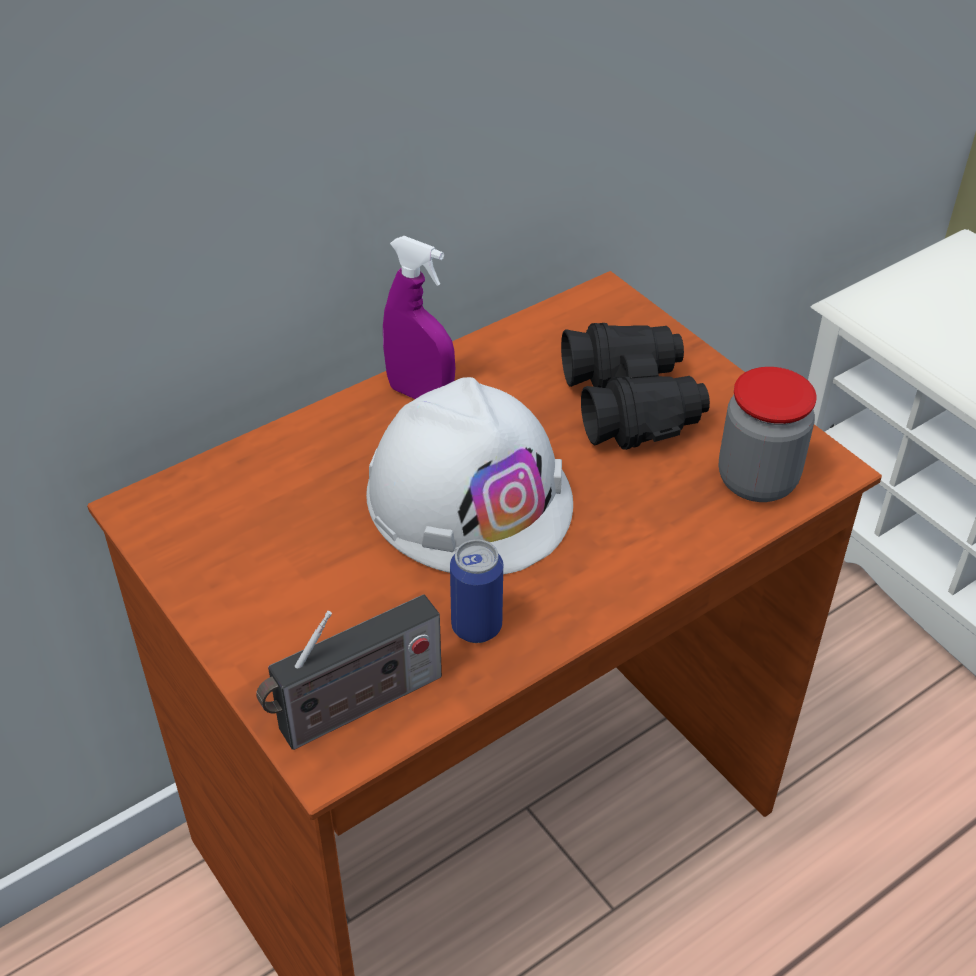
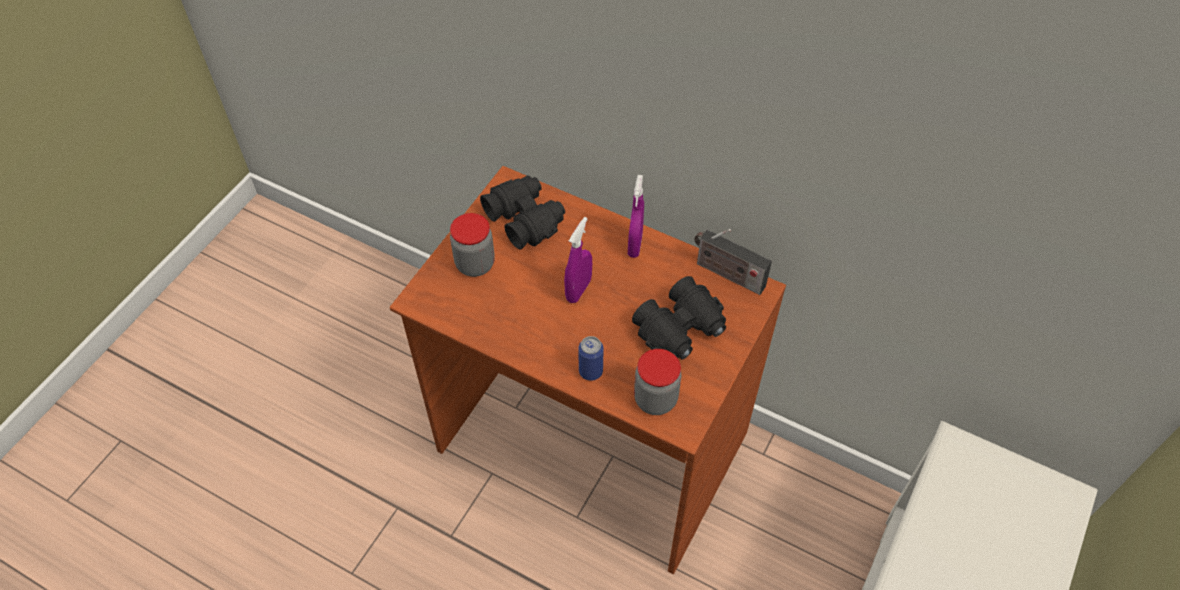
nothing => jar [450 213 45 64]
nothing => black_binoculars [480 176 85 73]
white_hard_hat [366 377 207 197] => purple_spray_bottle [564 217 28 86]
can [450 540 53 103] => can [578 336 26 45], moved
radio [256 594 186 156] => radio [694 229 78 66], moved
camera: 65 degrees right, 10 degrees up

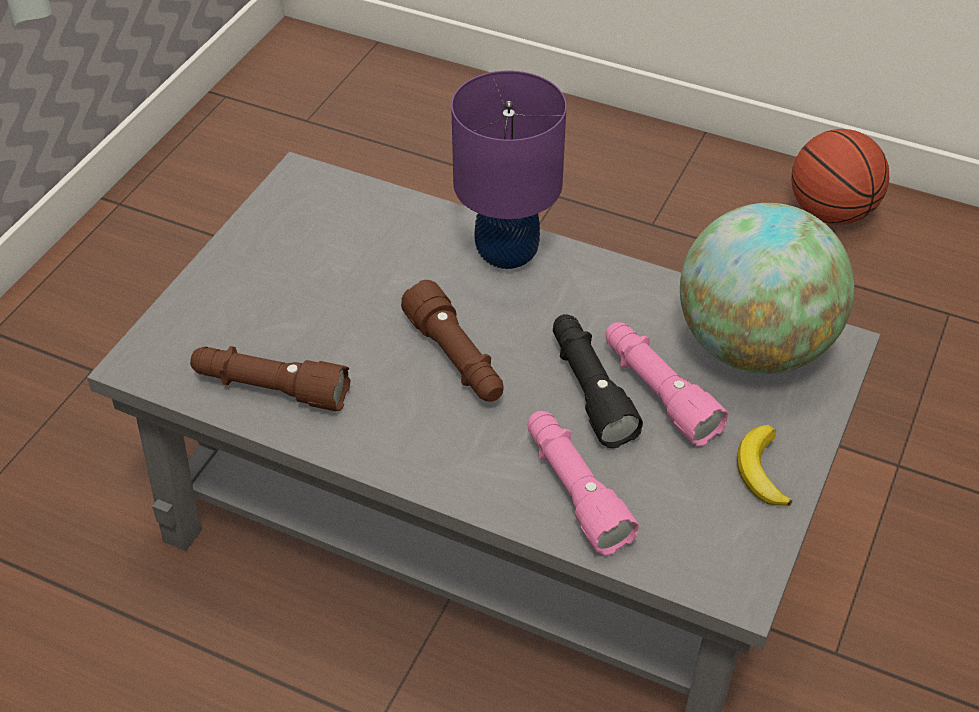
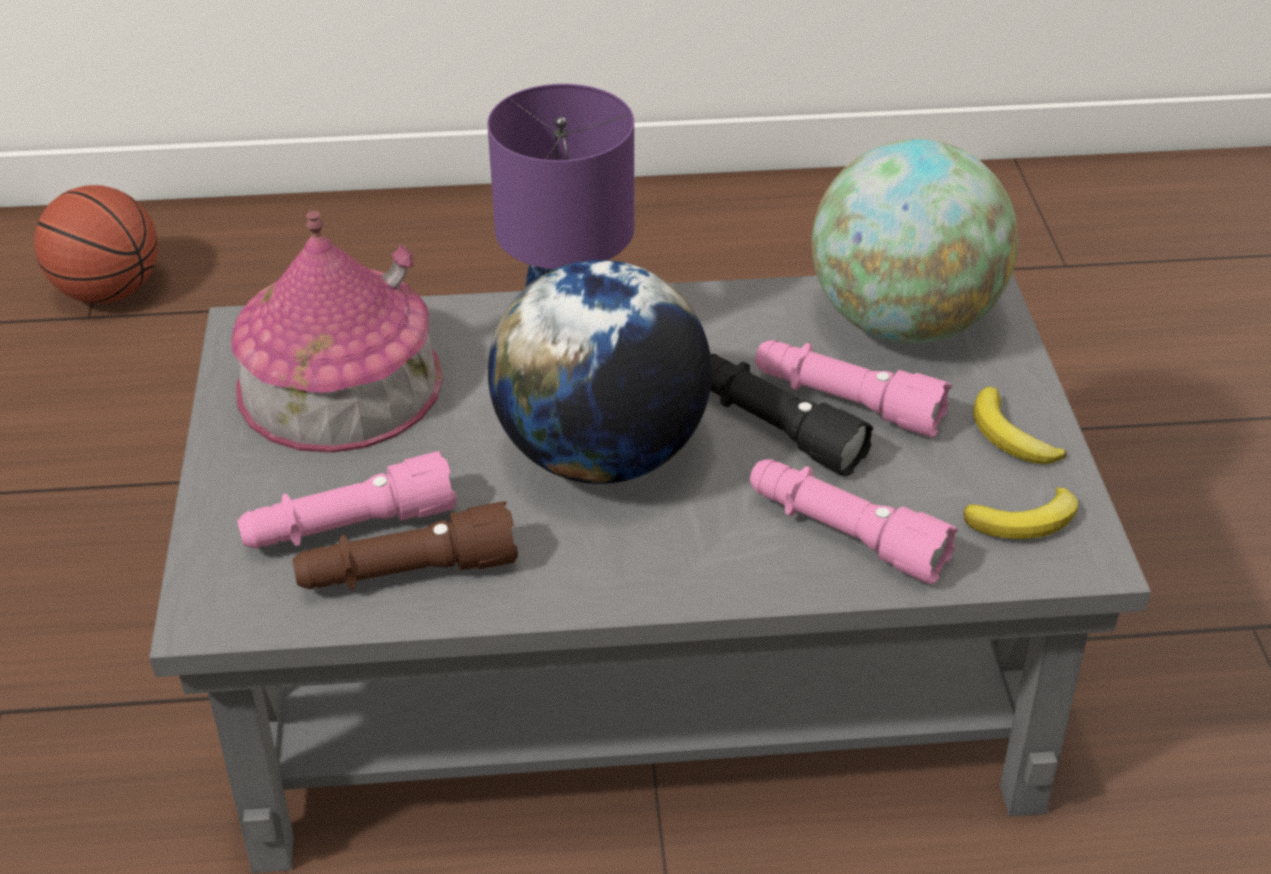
basketball [791 129 98 96] => basketball [34 185 124 119], moved
nothing => toy_house [231 211 212 242]
nothing => pink_flashlight [237 451 220 97]
brown_flashlight [401 280 103 122] => globe [488 260 224 224]
nothing => banana [964 487 114 52]
camera: 30 degrees left, 5 degrees down

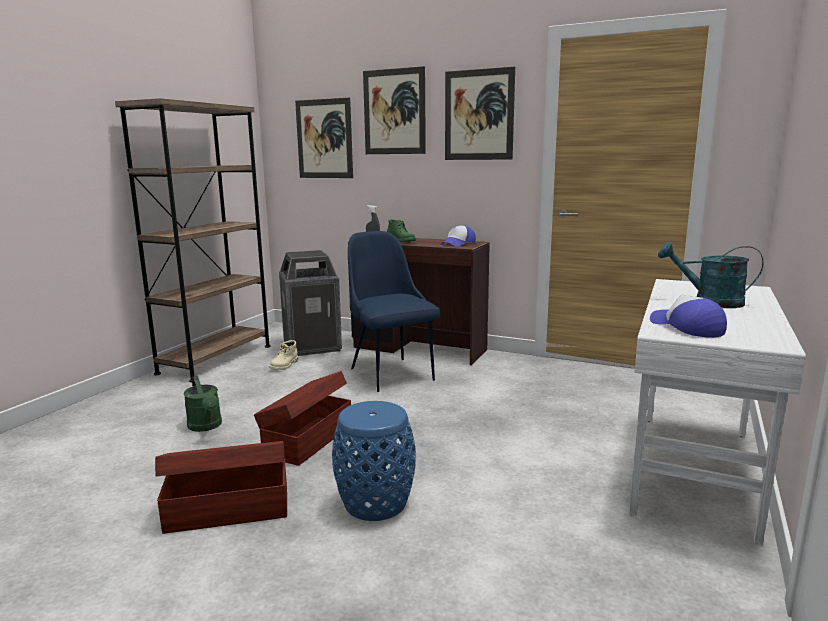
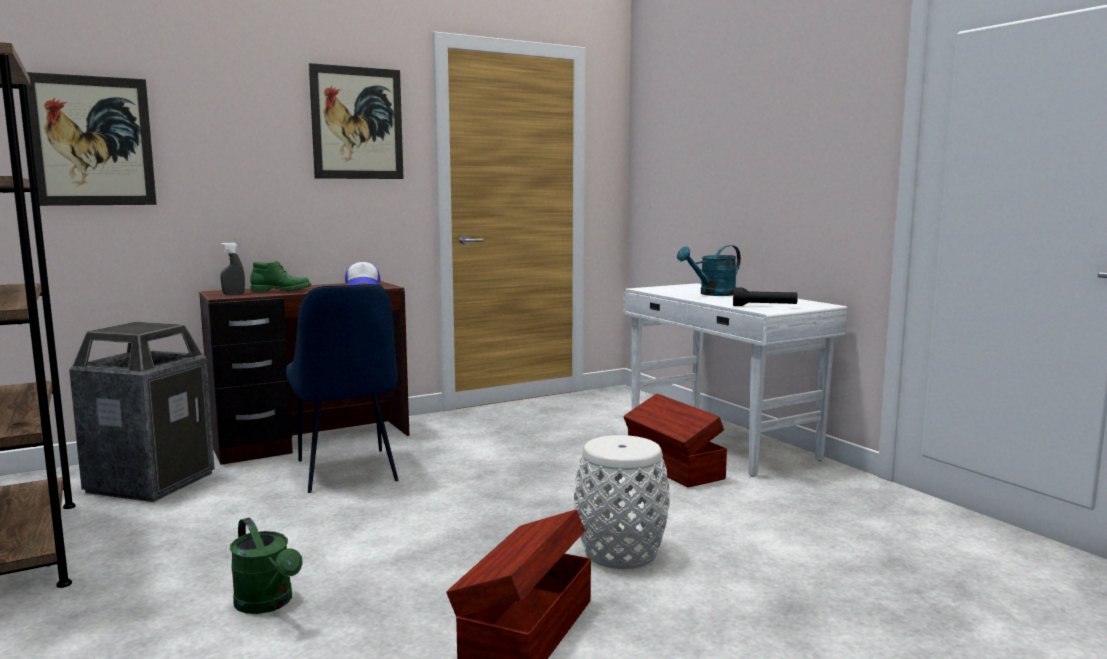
green_watering_can [183 376 39 56] => green_watering_can [230 518 72 96], 45 degrees clockwise
blue_chair [348 231 92 161] => blue_chair [286 284 112 209], 120 degrees counterclockwise
blue_stool [332 401 84 120] => white_stool [574 435 96 134]
brown_storage_box [254 371 97 95] => brown_storage_box [623 394 104 93], moved
cap [650 295 77 43] => black_flashlight [733 287 65 19]
beige_boot [269 340 29 30] => nothing
picture [363 66 63 88] => nothing
camera: 55 degrees left, 5 degrees down

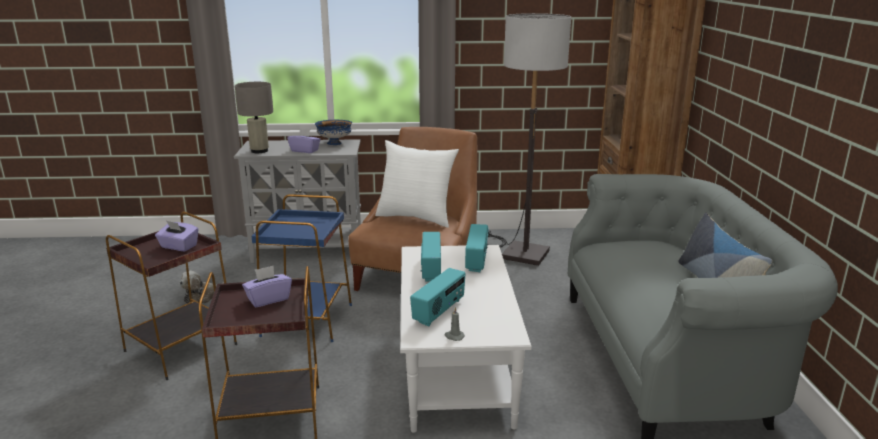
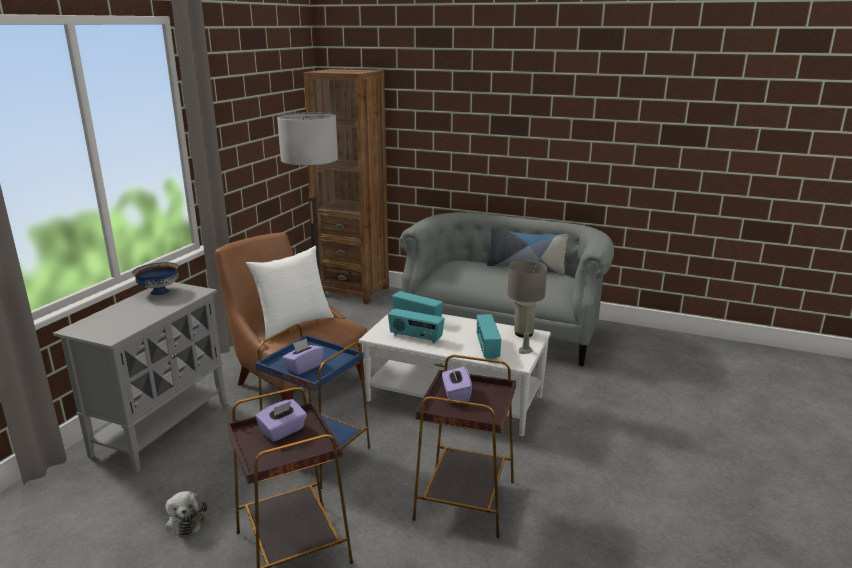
purple_tissue_box [287 128 34 25] => purple_tissue_box [282 338 42 37], moved
radio [410 268 56 59] => radio [477 314 24 45], 150 degrees counterclockwise
grey_table_lamp [235 82 38 71] => grey_table_lamp [508 260 39 78], moved
camera: 65 degrees left, 0 degrees up

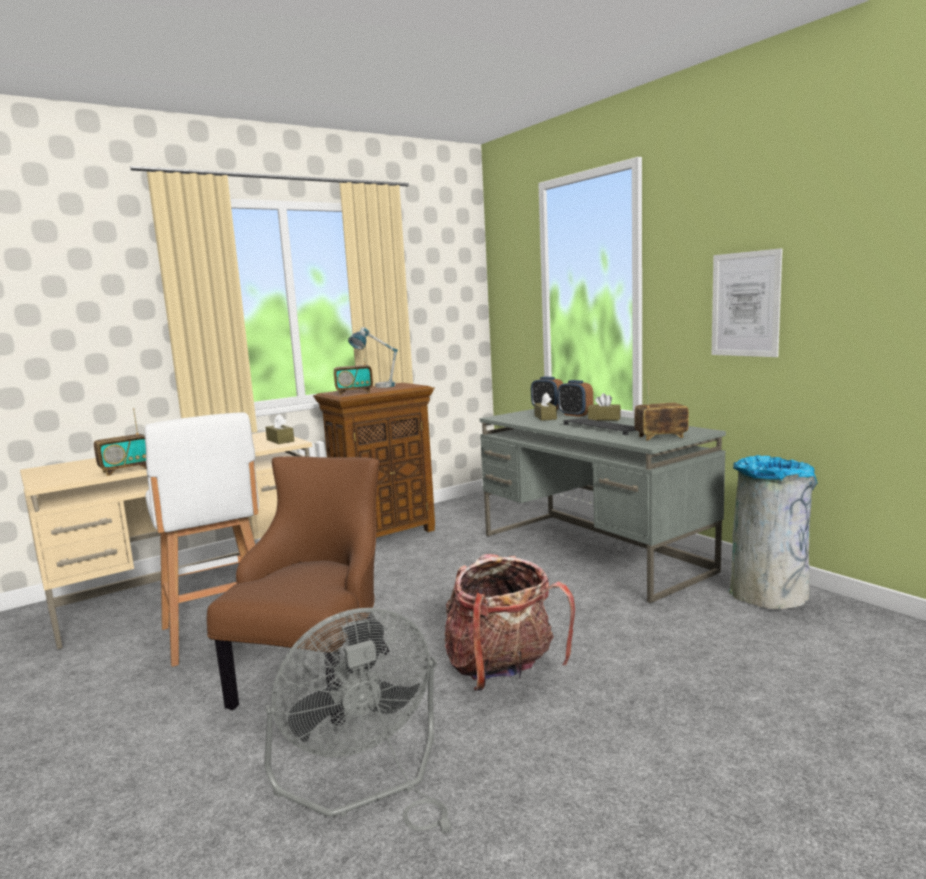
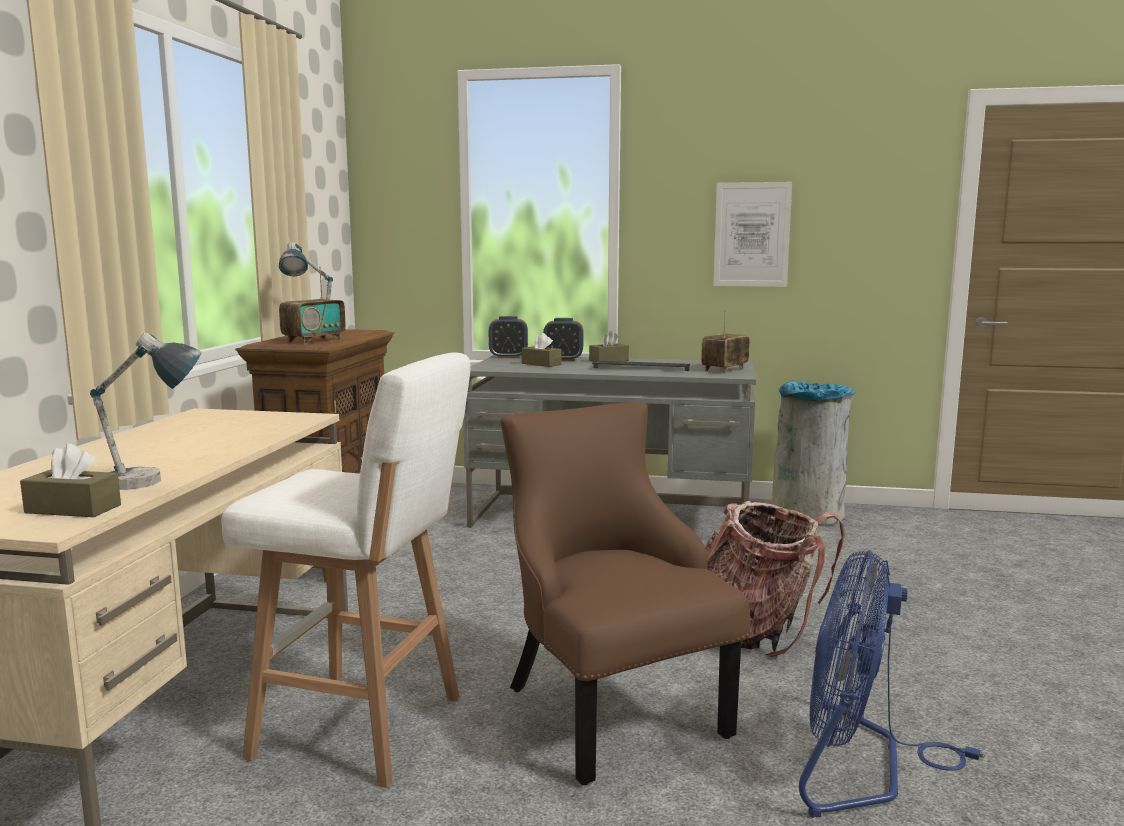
brown_tissue_box [265 414 29 30] => brown_tissue_box [20 444 101 73], moved
radio [94 408 53 68] => table_lamp [90 333 112 157]
grey_fan [264 608 188 226] => blue_fan [799 550 186 268]
camera: 45 degrees left, 0 degrees up

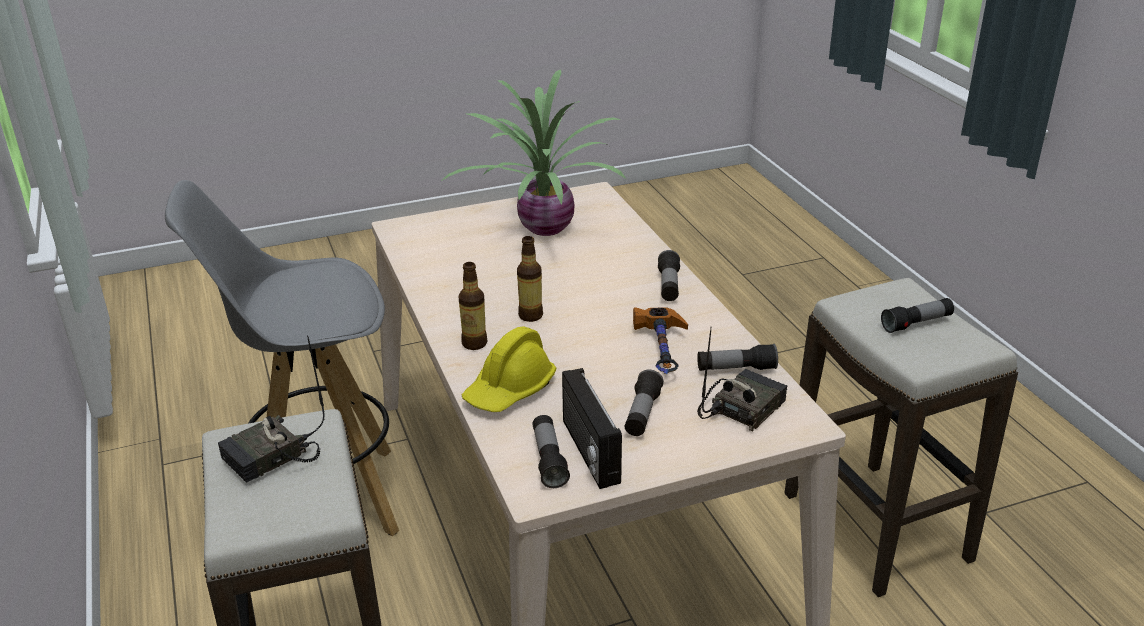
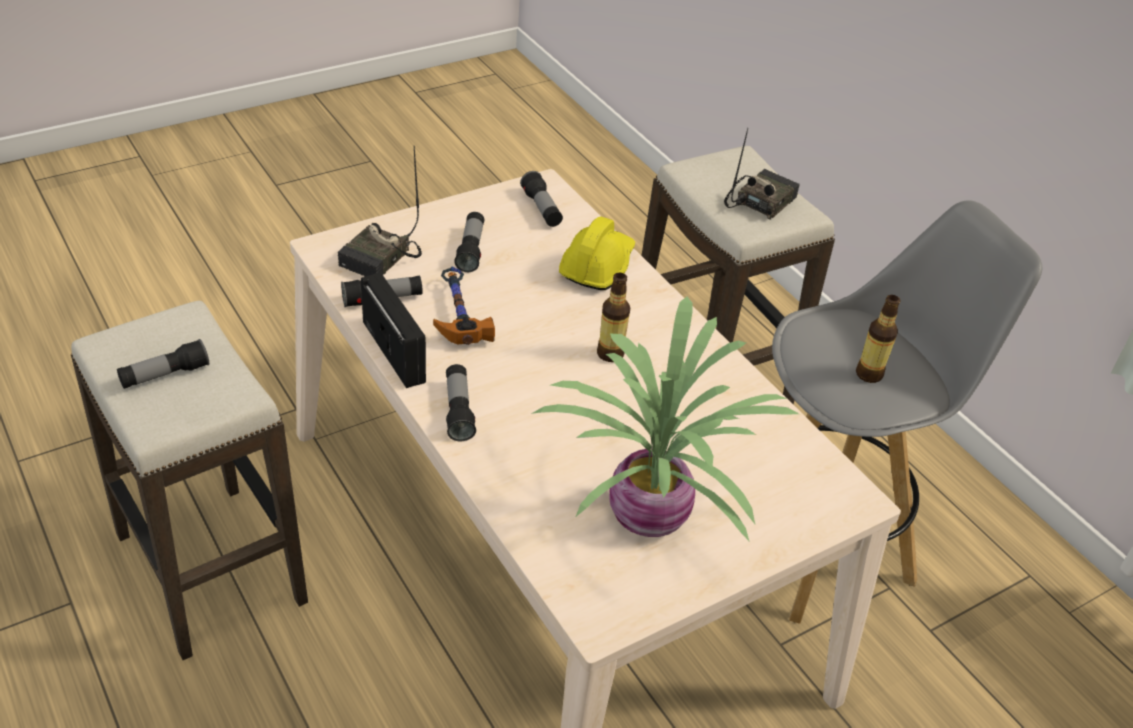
radio [562 368 60 121] => radio [361 272 65 116], moved
bottle [459 262 28 88] => bottle [856 295 44 88], moved
camera: 165 degrees right, 10 degrees up

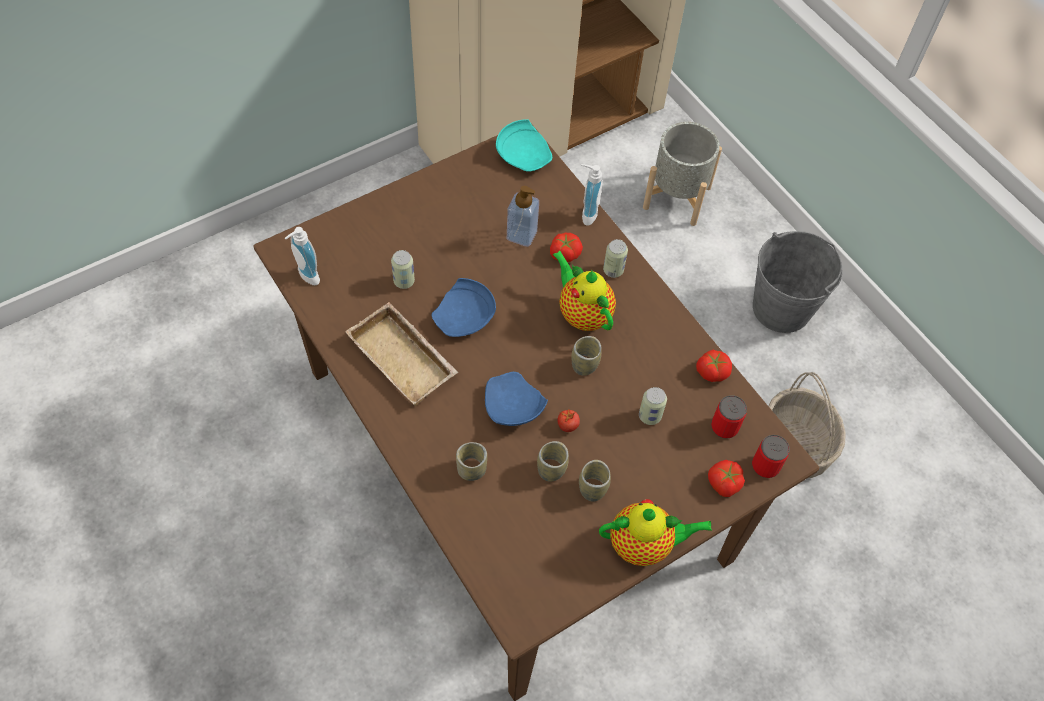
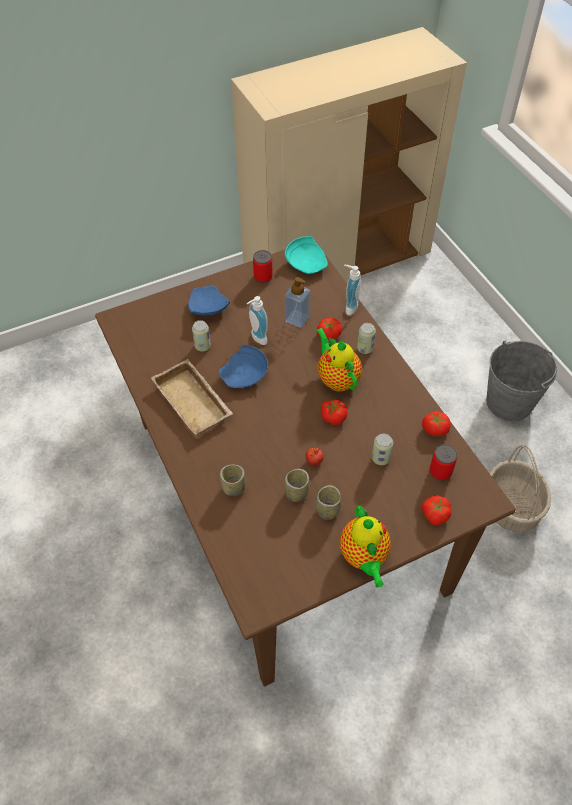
blue_plate [485 372 63 54] => blue_plate [188 286 42 29], moved
soap_dispenser [285 227 35 58] => soap_dispenser [247 296 21 49], moved
can [752 435 38 43] => can [253 250 20 33], moved
cup [572 336 30 40] => tomato [321 400 26 25]
teapot [599 499 113 67] => teapot [340 505 51 82], 75 degrees clockwise
grey_planter [643 122 79 104] => nothing
camera: 10 degrees right, 5 degrees down

